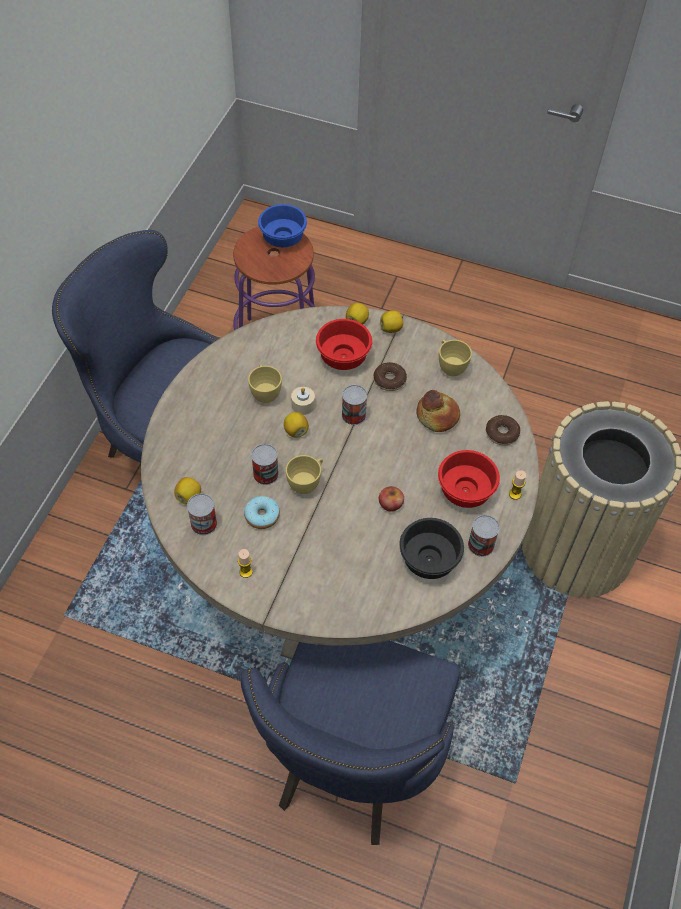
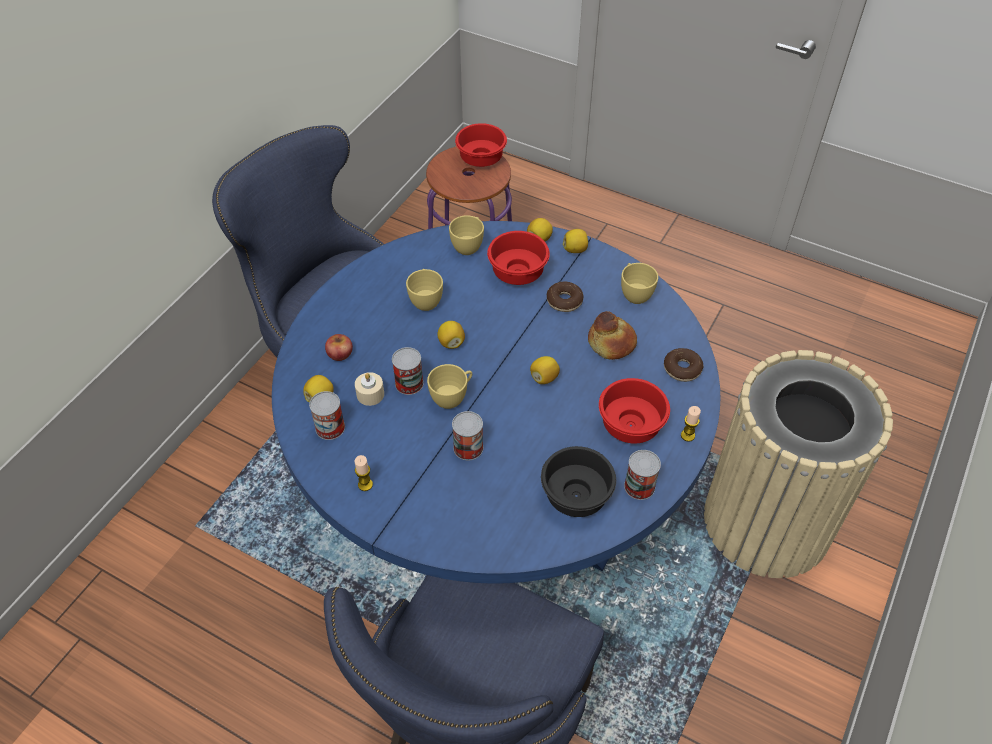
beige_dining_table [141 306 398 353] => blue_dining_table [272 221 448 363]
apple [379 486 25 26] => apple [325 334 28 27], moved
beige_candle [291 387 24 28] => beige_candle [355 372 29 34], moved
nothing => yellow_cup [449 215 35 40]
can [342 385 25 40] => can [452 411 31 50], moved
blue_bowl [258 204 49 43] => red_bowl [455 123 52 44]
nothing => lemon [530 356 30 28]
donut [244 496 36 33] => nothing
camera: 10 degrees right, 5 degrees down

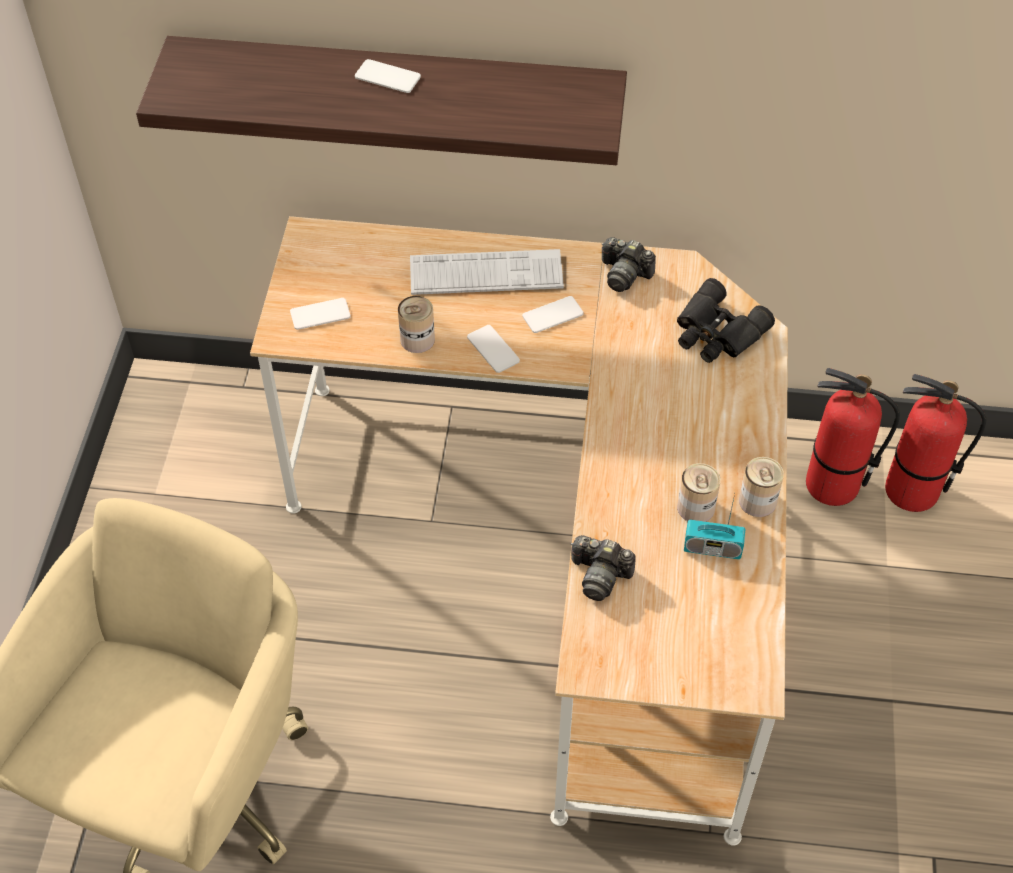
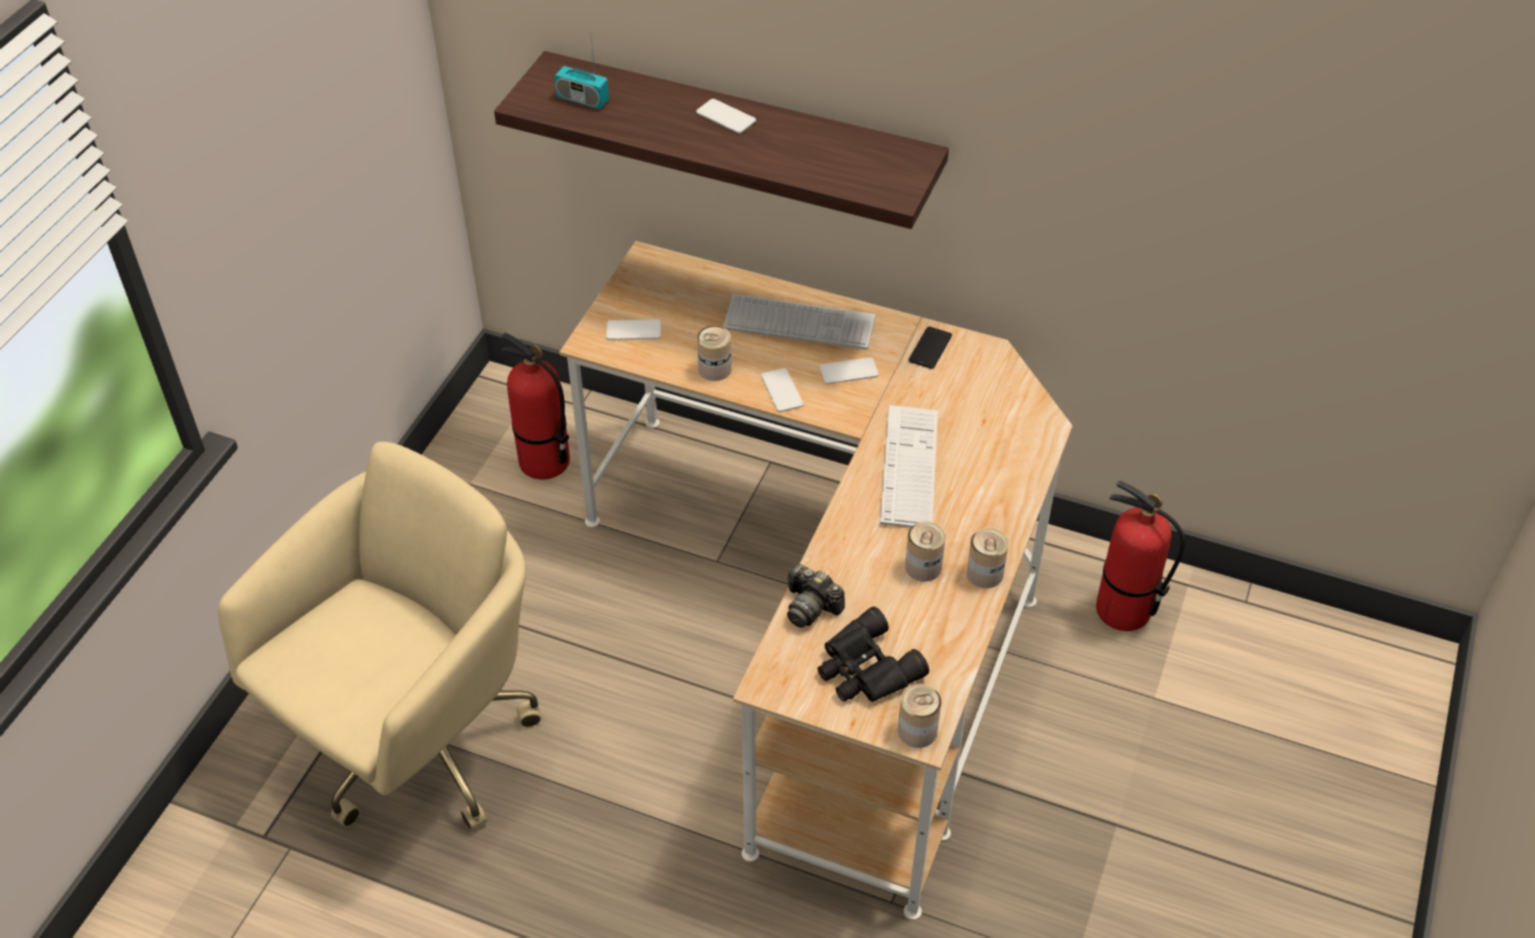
fire_extinguisher [885 374 101 138] => fire_extinguisher [502 333 68 147], moved
radio [684 494 61 65] => radio [554 39 55 70], moved
black_binoculars [677 278 98 85] => black_binoculars [817 606 112 96], moved
nothing => keyboard [880 405 58 123]
nothing => can [898 684 43 64]
photo_camera [602 237 54 55] => phone [909 326 43 43]
camera: 15 degrees right, 5 degrees down

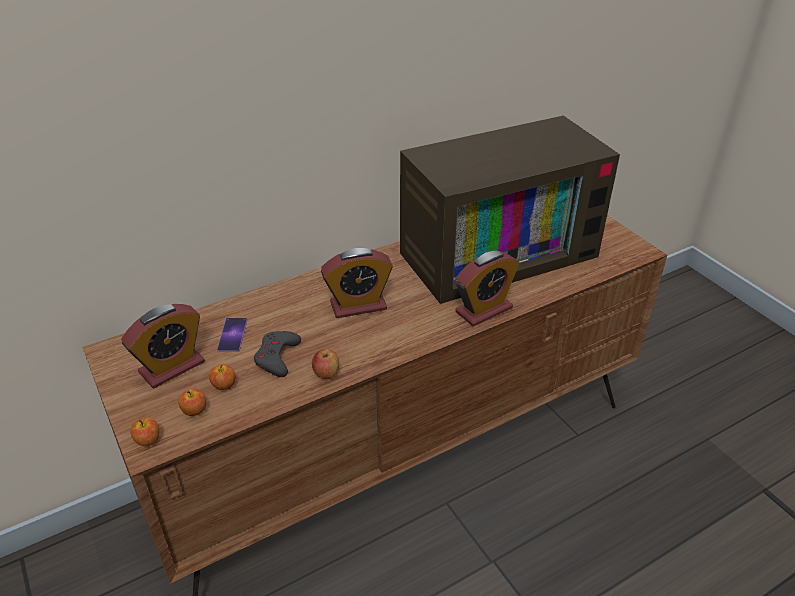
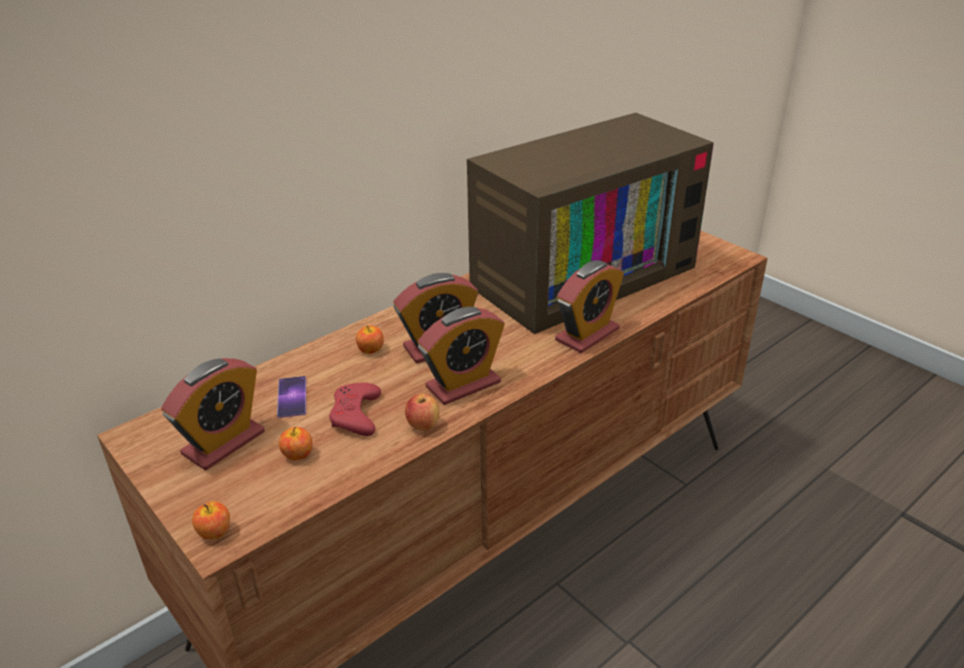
grey_game_controller [254 331 47 46] => red_game_controller [329 383 52 53]
apple [178 388 28 28] => apple [356 325 28 29], moved
nothing => alarm_clock [418 307 87 98]
camera: 10 degrees left, 5 degrees down

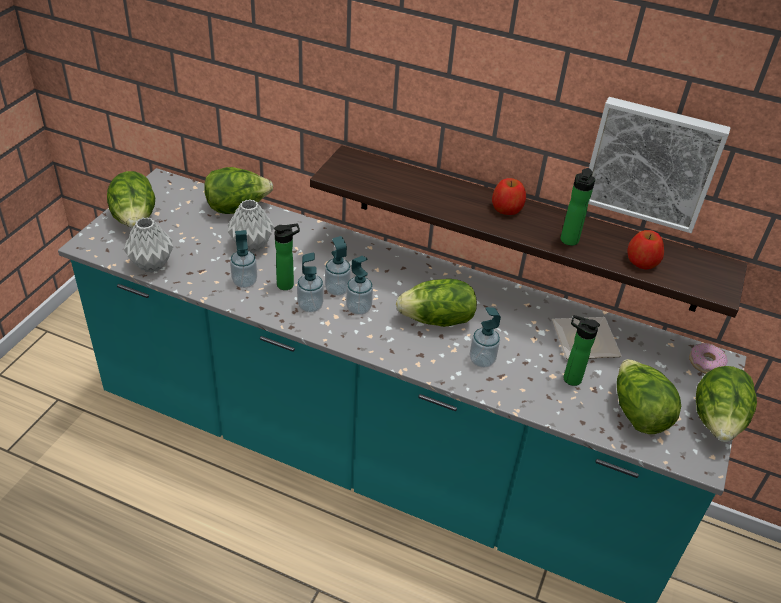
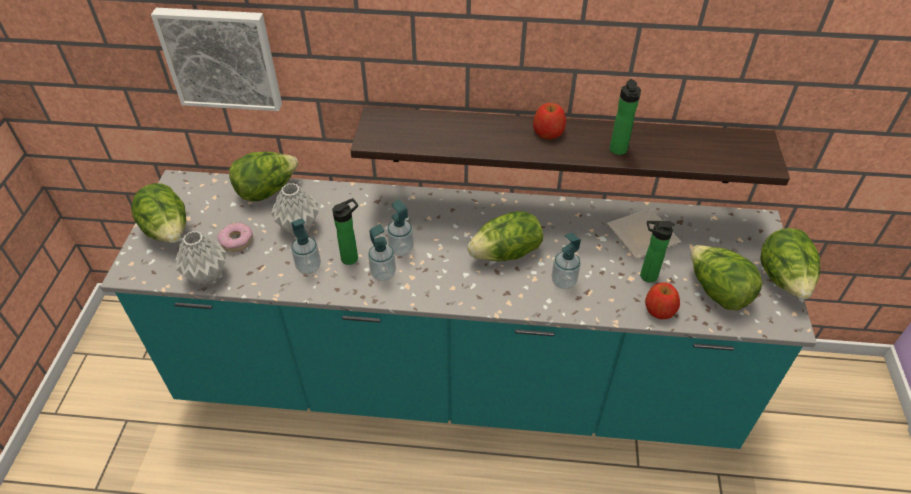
picture [588 97 143 136] => picture [151 8 131 103], moved
donut [689 343 39 31] => donut [218 222 35 30], moved
apple [627 230 37 40] => apple [645 282 35 37], moved
soap_dispenser [346 256 27 59] => nothing
camera: 15 degrees left, 5 degrees up

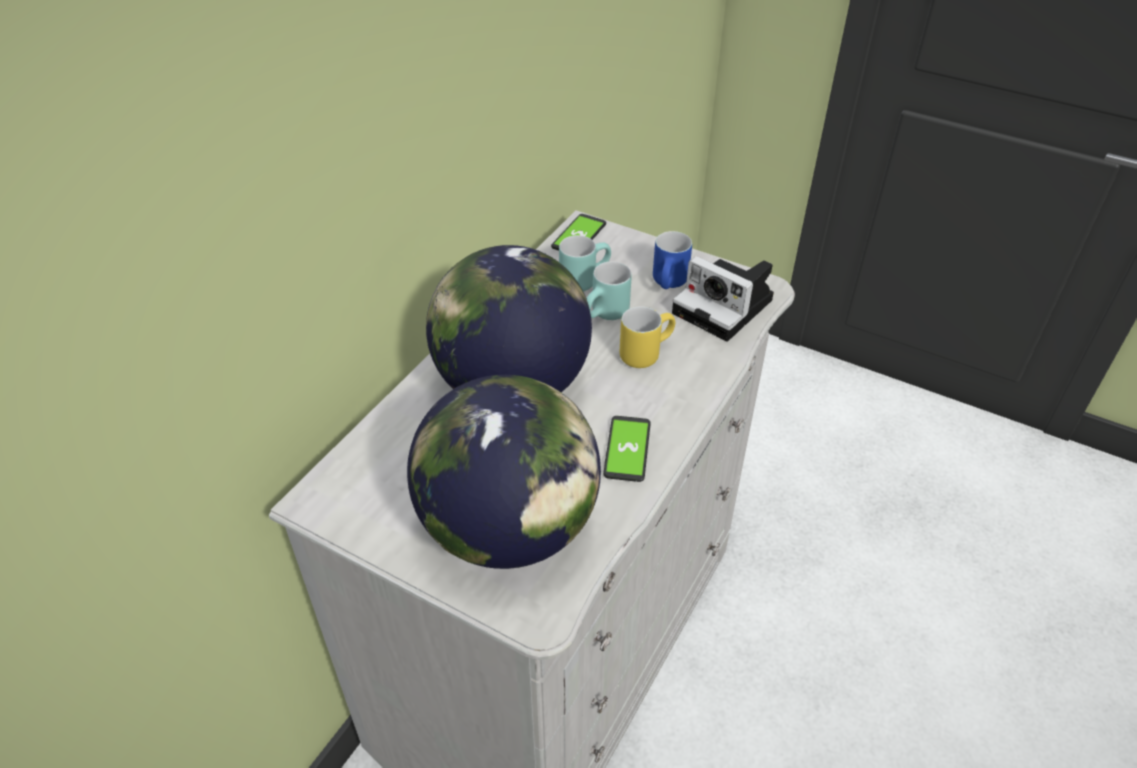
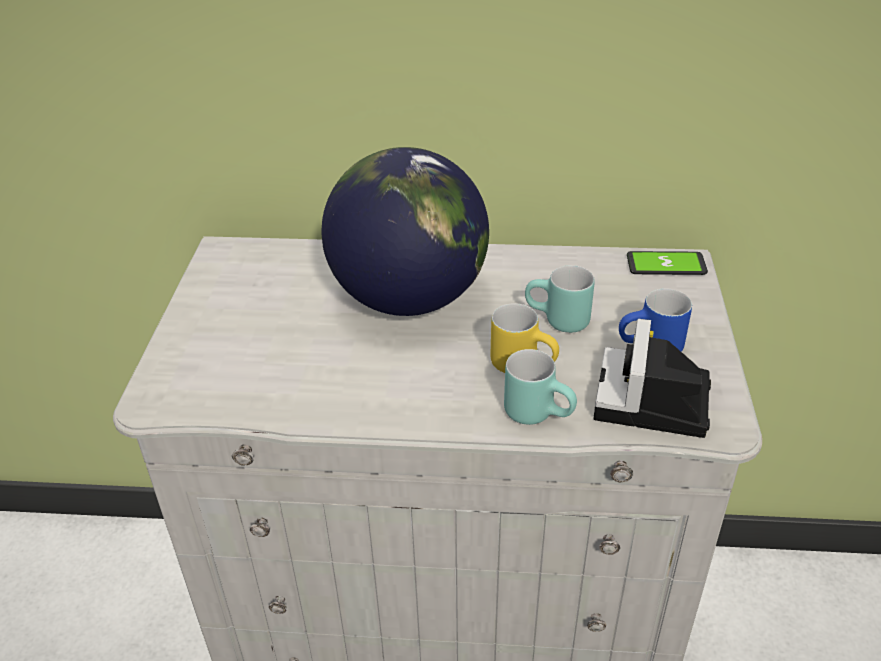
turquoise_mug [559 235 52 57] => turquoise_mug [504 349 73 76], moved
globe [407 375 194 194] => nothing
phone [603 416 48 66] => nothing
camera: 65 degrees right, 5 degrees down

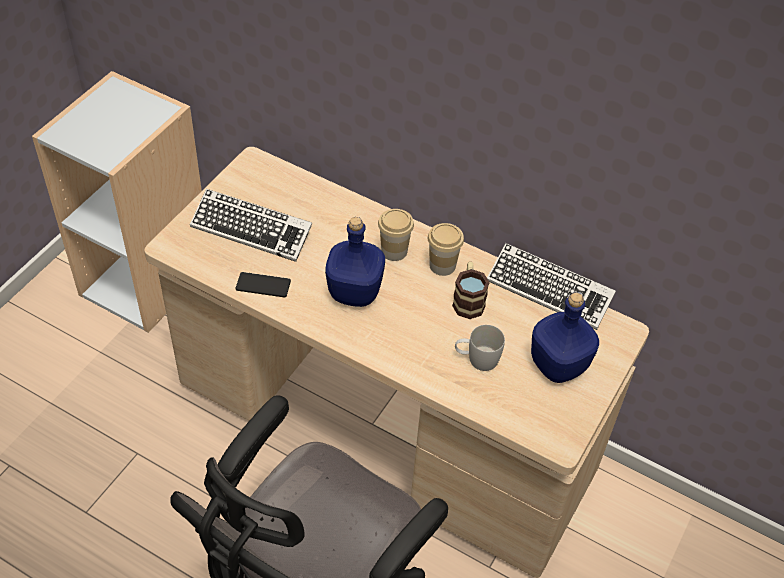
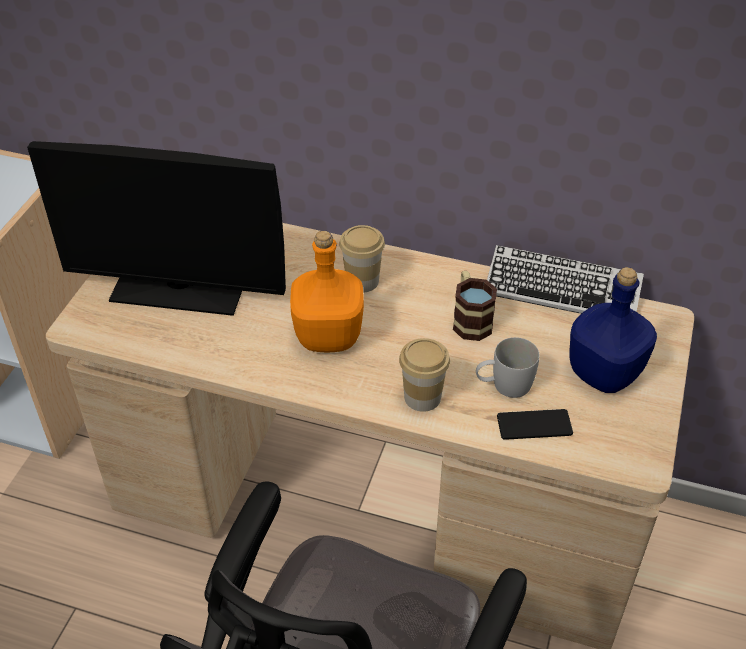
keyboard [190 189 122 73] => monitor [27 141 259 175]
blue_bottle [325 217 60 90] => orange_bottle [290 231 74 121]
cup [428 223 36 53] => cup [399 338 51 74], moved
phone [235 272 56 25] => phone [497 409 76 31], moved
camera: 10 degrees left, 5 degrees down

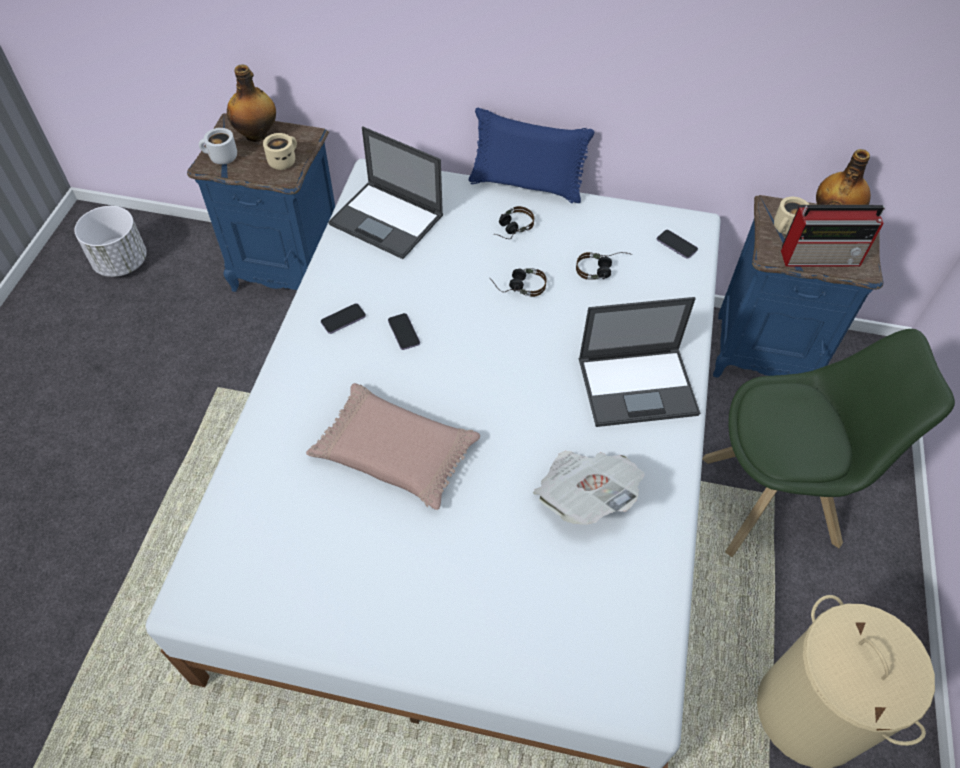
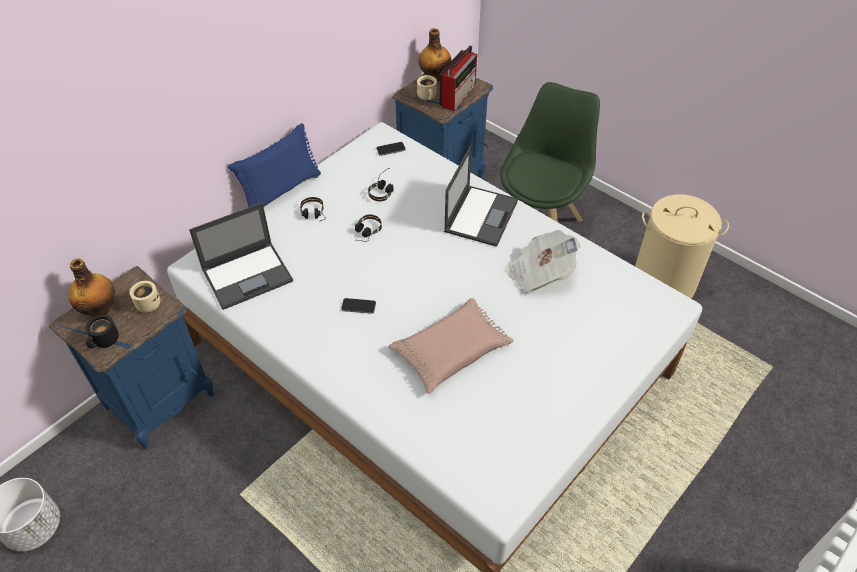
white_mug [199 128 38 36] => black_mug [86 315 33 33]
phone [321 303 45 31] => nothing
camera: 60 degrees left, 5 degrees down

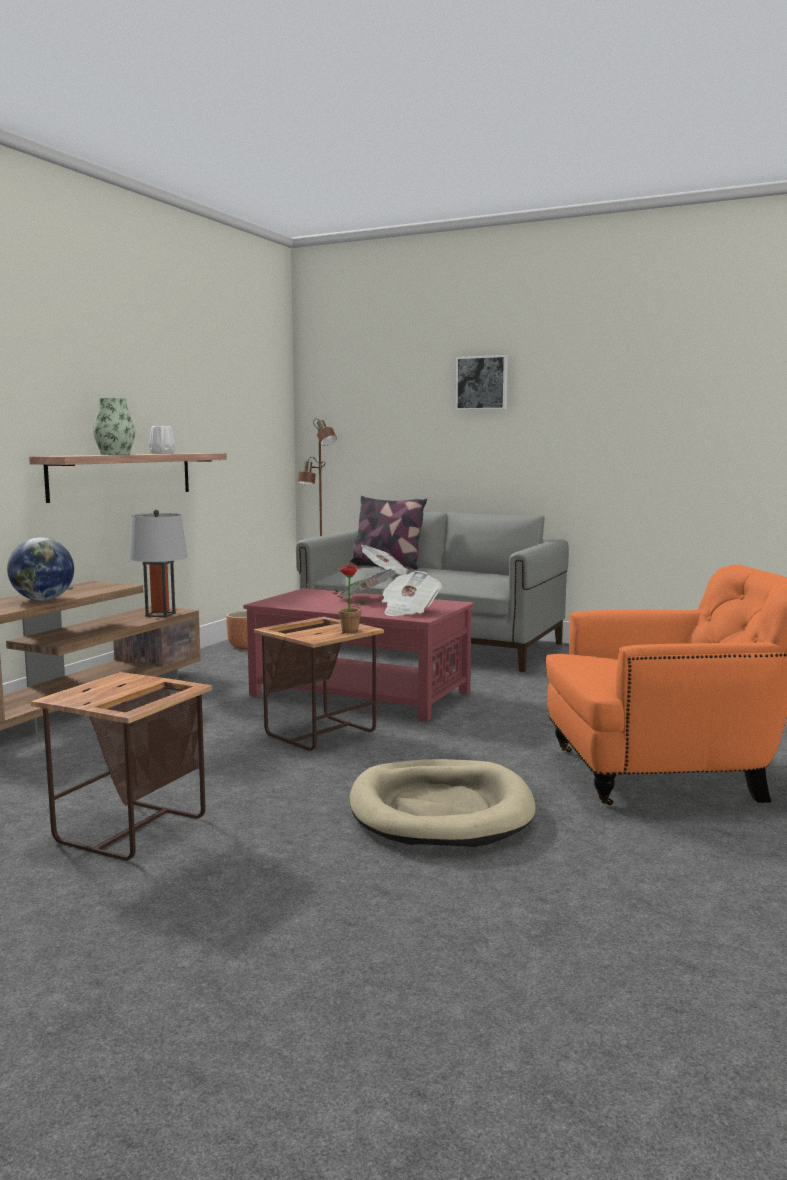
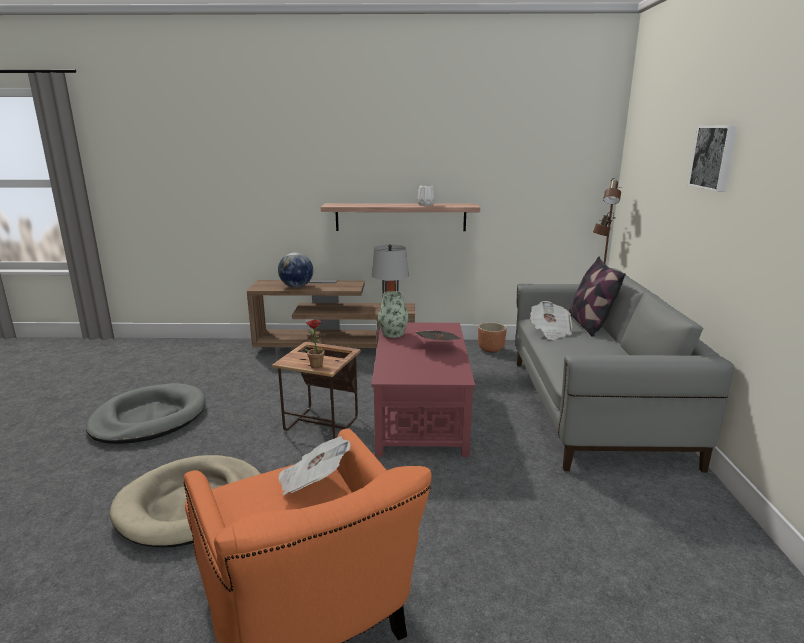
side_table [30 672 182 189] => grey_dog_bed [86 383 120 61]
newspaper [381 571 61 45] => newspaper [278 436 73 60], moved
vase [93 398 42 57] => vase [378 291 31 47], moved
camera: 65 degrees right, 10 degrees up

